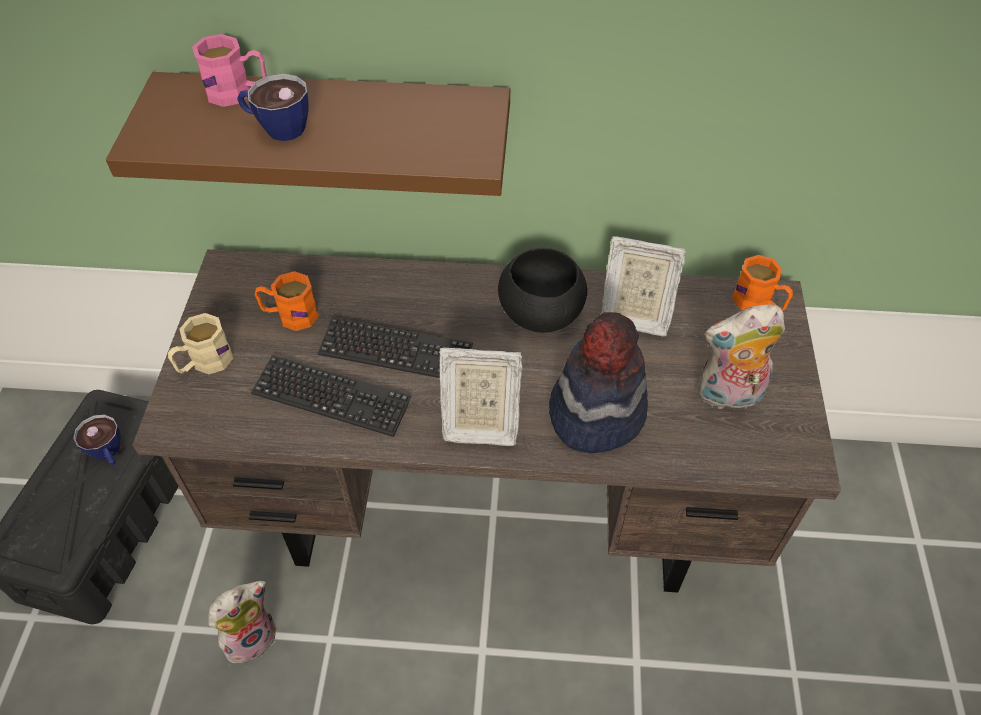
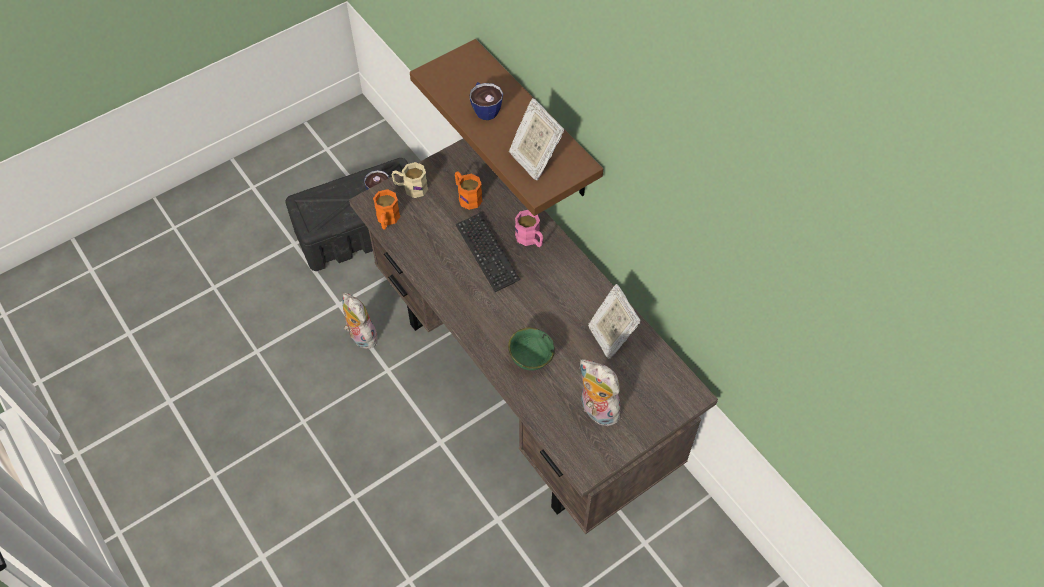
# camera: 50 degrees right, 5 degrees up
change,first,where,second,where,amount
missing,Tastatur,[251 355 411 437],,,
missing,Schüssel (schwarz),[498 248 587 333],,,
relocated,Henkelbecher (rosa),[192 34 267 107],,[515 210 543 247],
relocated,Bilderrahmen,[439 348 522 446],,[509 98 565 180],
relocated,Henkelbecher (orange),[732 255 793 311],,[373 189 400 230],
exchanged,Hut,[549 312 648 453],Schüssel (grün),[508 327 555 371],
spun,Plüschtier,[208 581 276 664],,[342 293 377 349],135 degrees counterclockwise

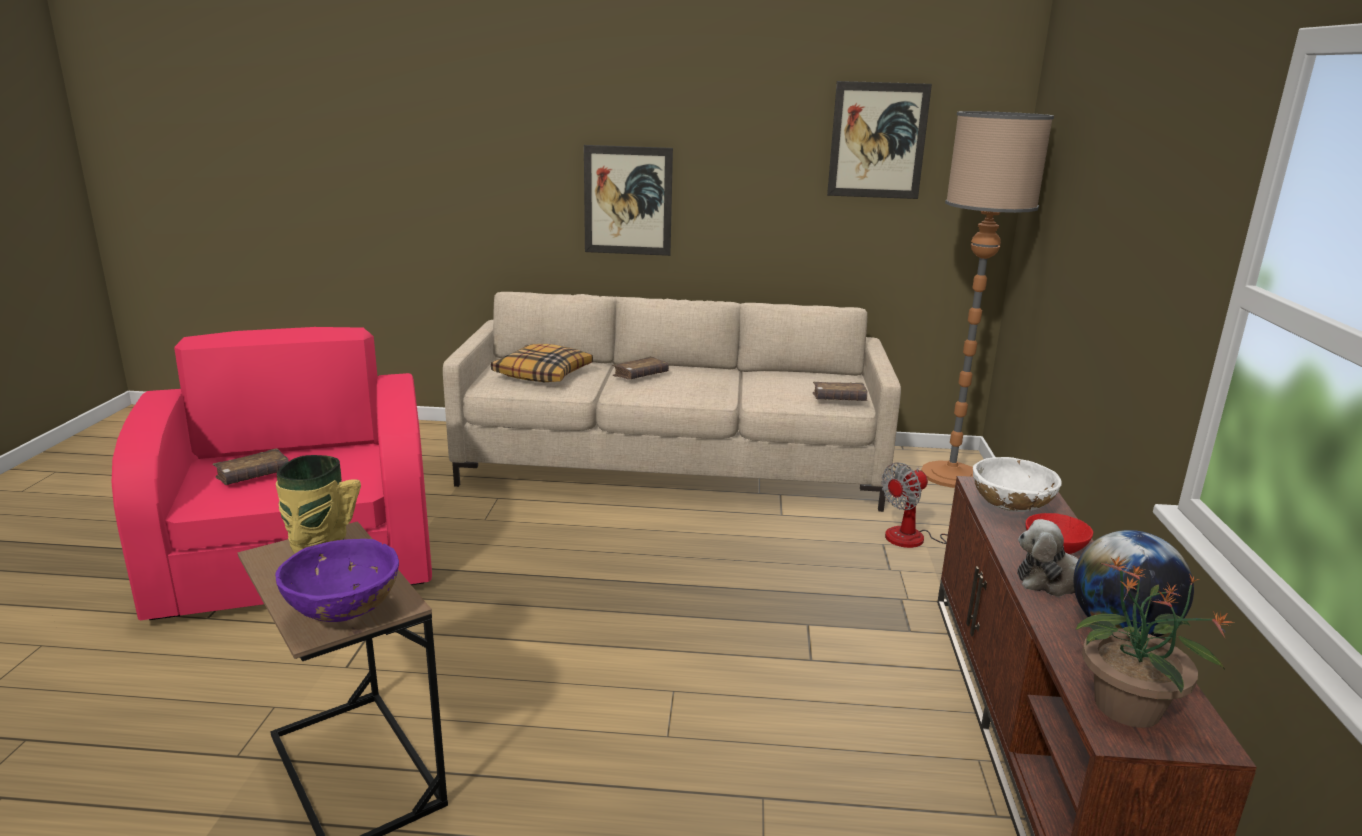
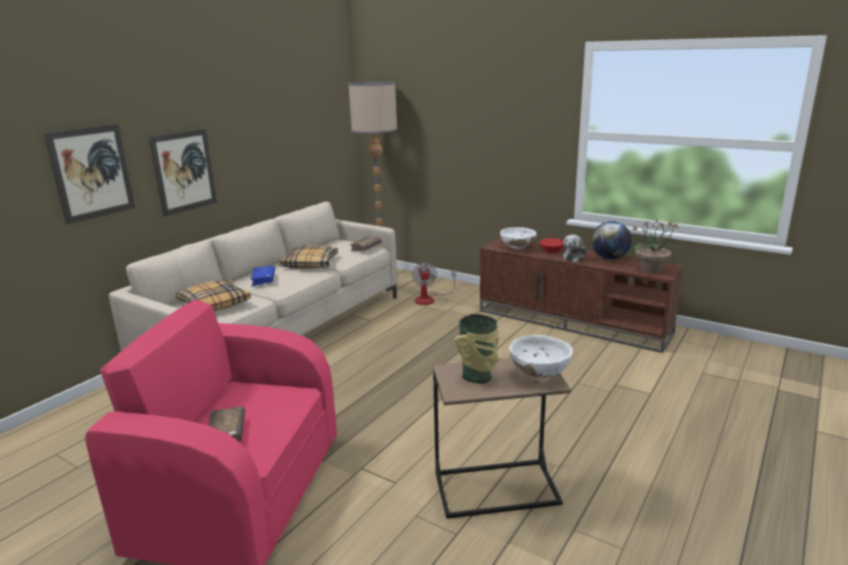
# camera: 60 degrees left, 0 degrees up
change,first,where,second,where,amount
appeared,,,Kissen,[280 245 338 269],
relocated,Bild,[827 81 932 199],,[44 124 135 224],
colour,Schüssel (lila),[275 539 399 622],Schüssel (weiß),[509 335 573 378],
colour,Buch (braun),[612 356 669 380],Buch (blau),[250 266 275 287],

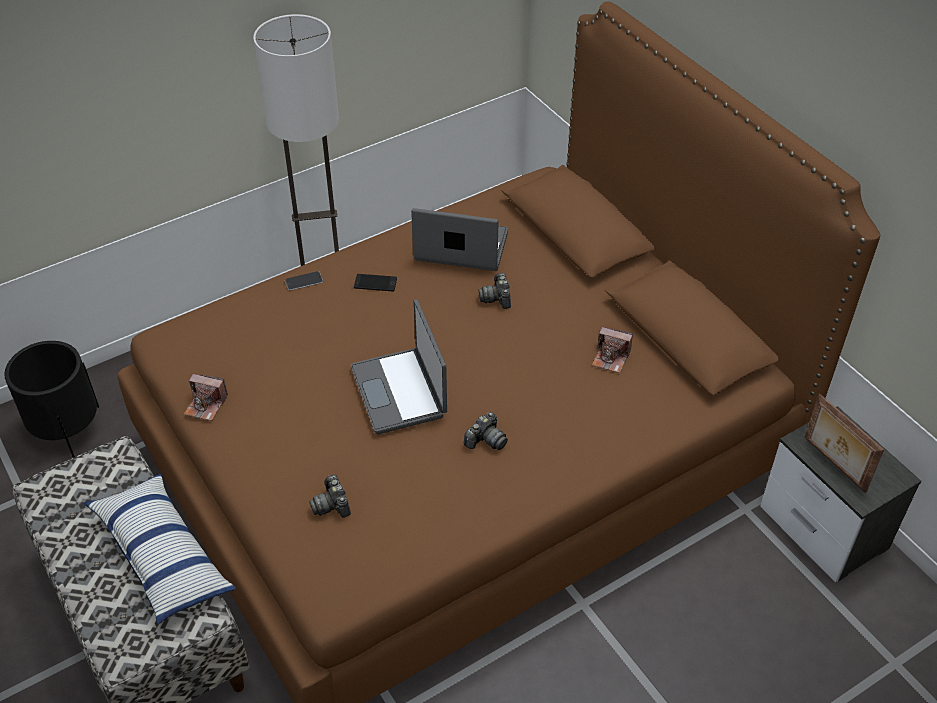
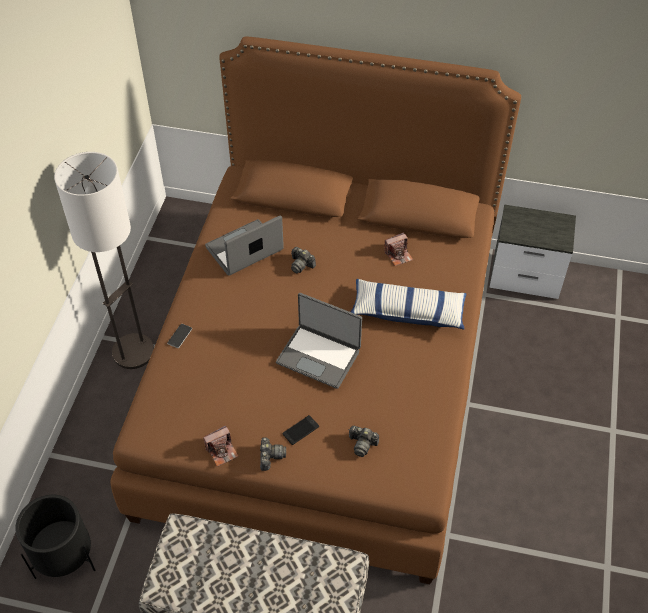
# camera: 45 degrees left, 5 degrees up
change,first,where,second,where,amount
missing,Bilderrahmen,[804 394 884 493],,,
relocated,Kissen,[84 474 236 624],,[351 279 467 329],
relocated,Handy,[354 274 397 292],,[283 415 319 445],
relocated,Kamera,[464 412 508 450],,[260 437 286 471],

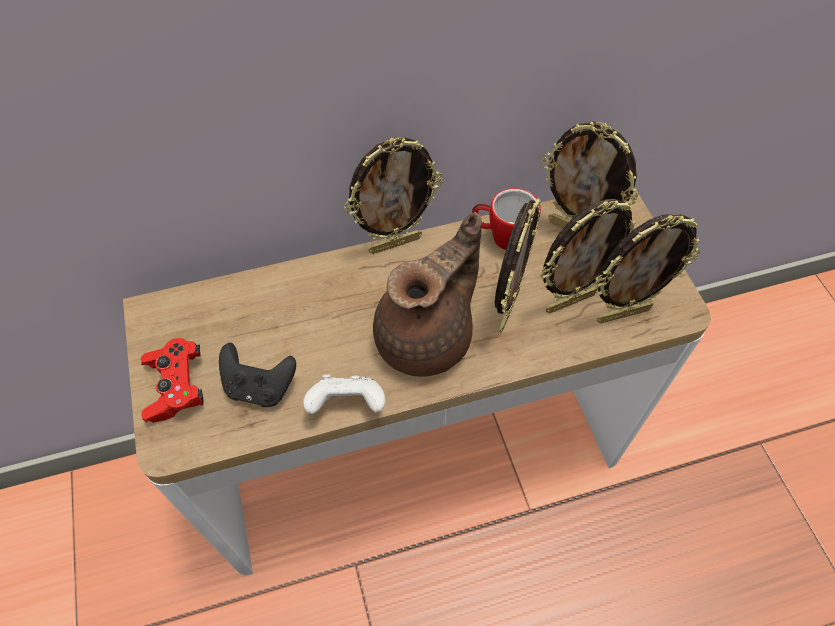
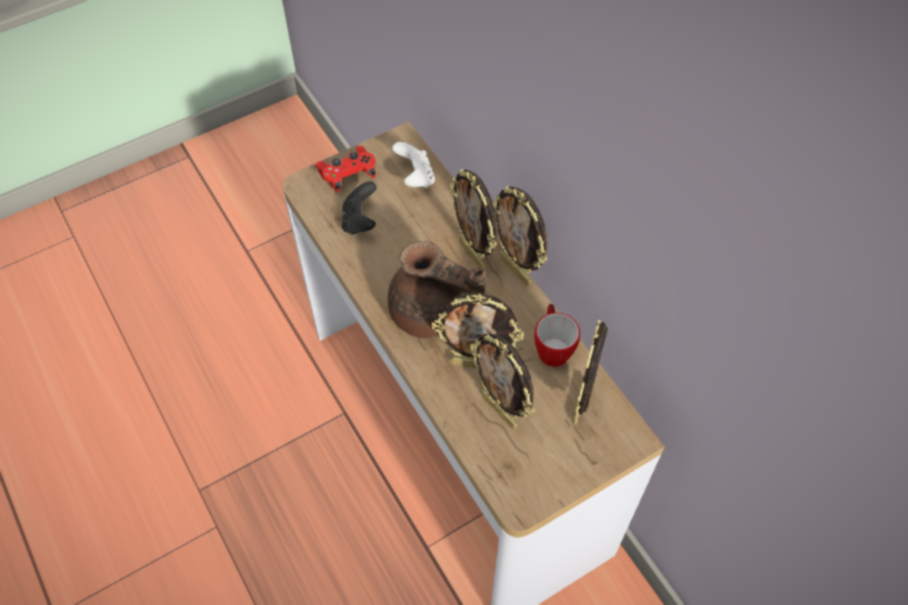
# camera: 75 degrees right, 0 degrees up
change,first,where,second,where,amount
relocated,Gamepad (weiß),[303 374 386 414],,[392 142 435 188],
relocated,Bilderrahmen,[595 214 700 323],,[449 169 498 270],

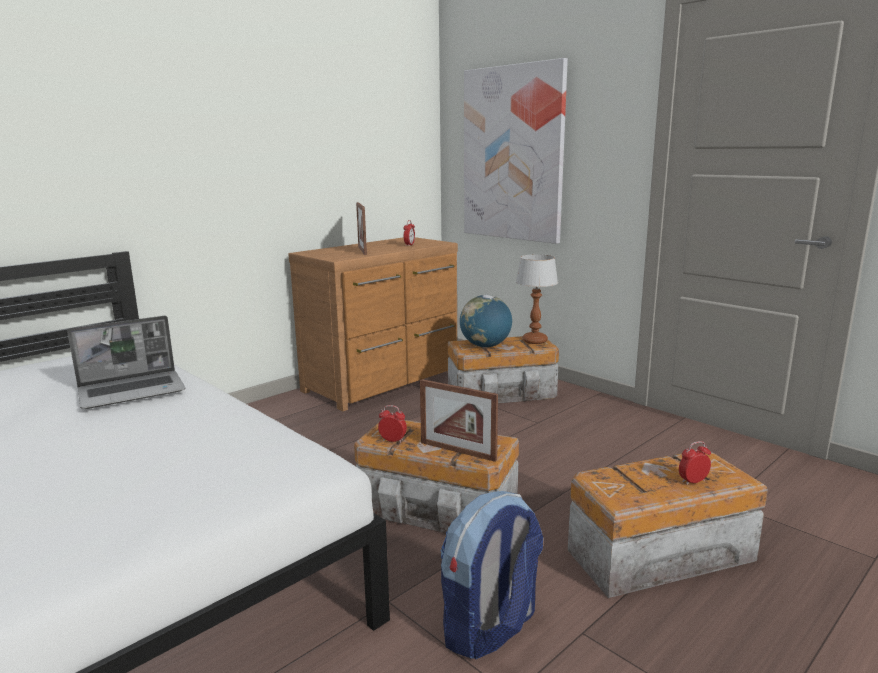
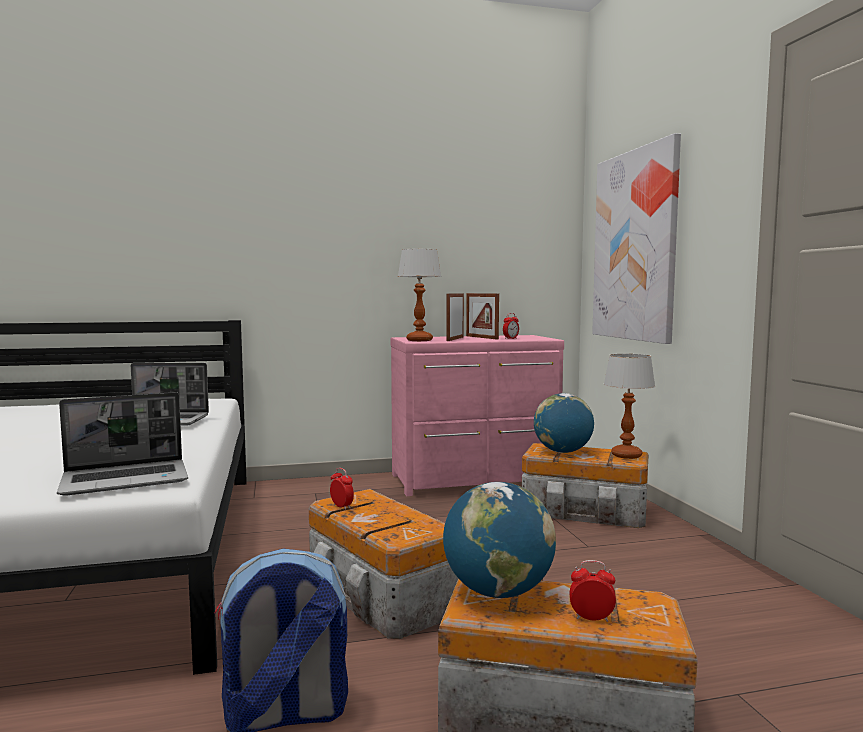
# camera: 30 degrees right, 10 degrees down
change,first,where,second,where,amount
appeared,,,Laptop,[57 392 188 496],
appeared,,,Tischlampe,[398 249 441 341],
appeared,,,Globus,[443 482 556 598],
relocated,Bilderrahmen,[420 379 498 462],,[466 293 499 340],
colour,Kommode (braun),[288 237 458 411],Kommode (rosa),[391 335 564 496],

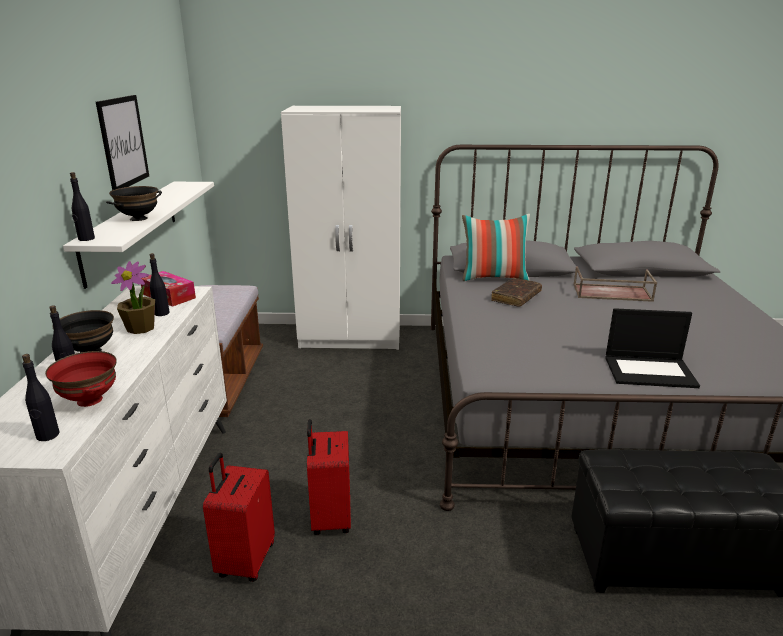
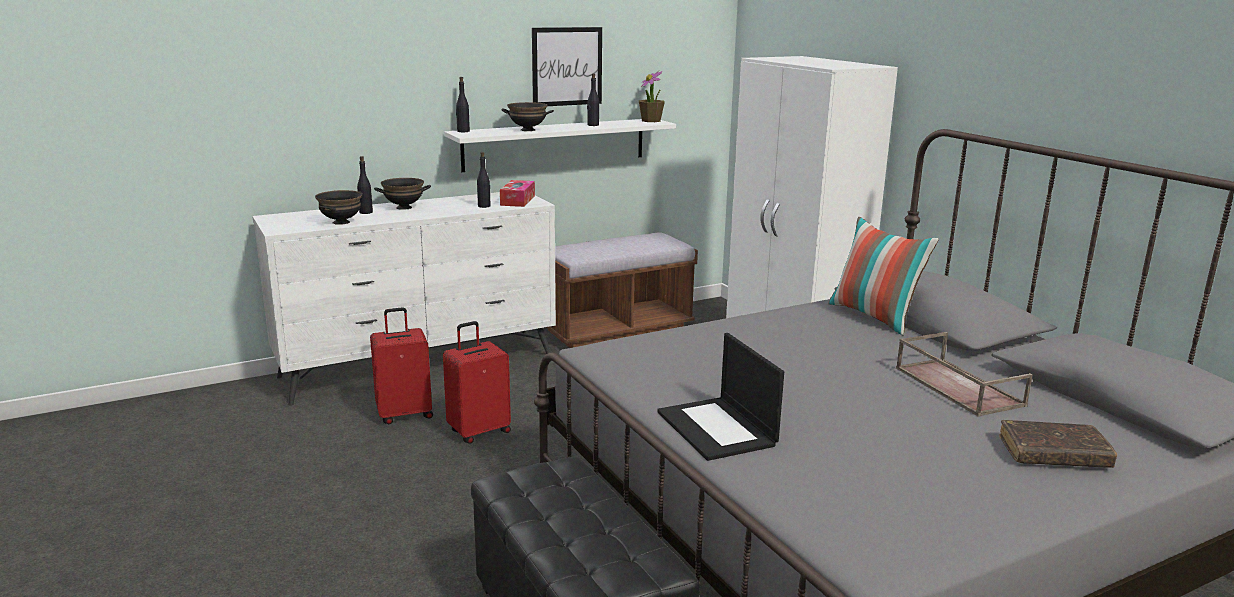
# camera: 60 degrees right, 5 degrees down
change,first,where,second,where,amount
relocated,Flasche (schwarz),[22 354 60 441],,[587 73 599 126],
relocated,Topfpflanze,[111 261 155 334],,[639 71 665 122],
relocated,Buch (braun),[491 278 542 307],,[999 420 1117 468],
colour,Schüssel (rot),[45 351 117 407],Schüssel (schwarz),[315 190 362 225],

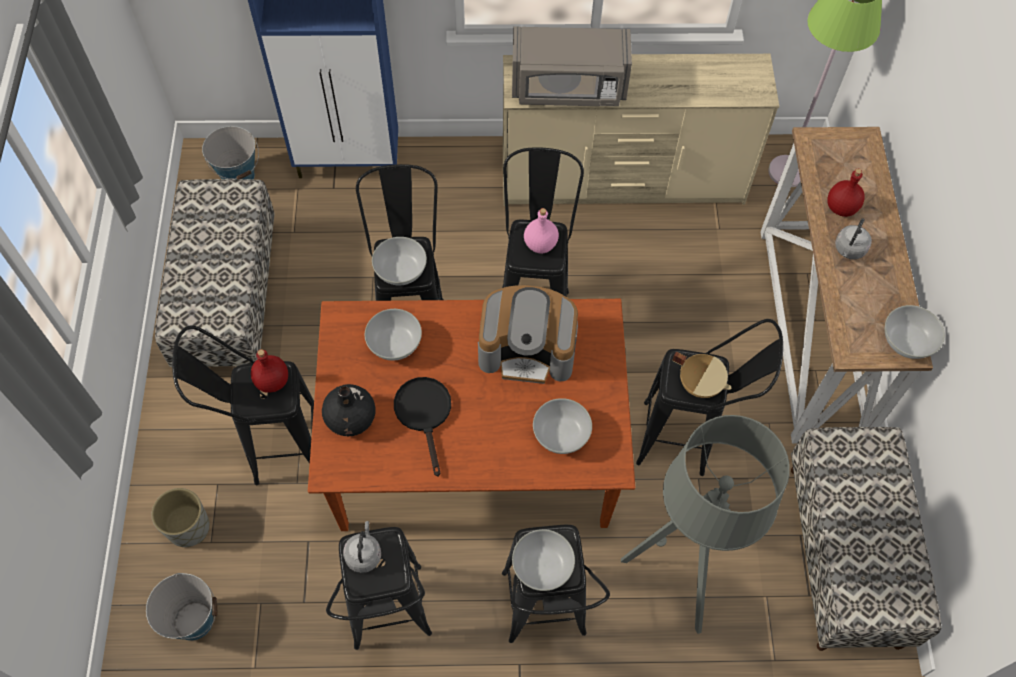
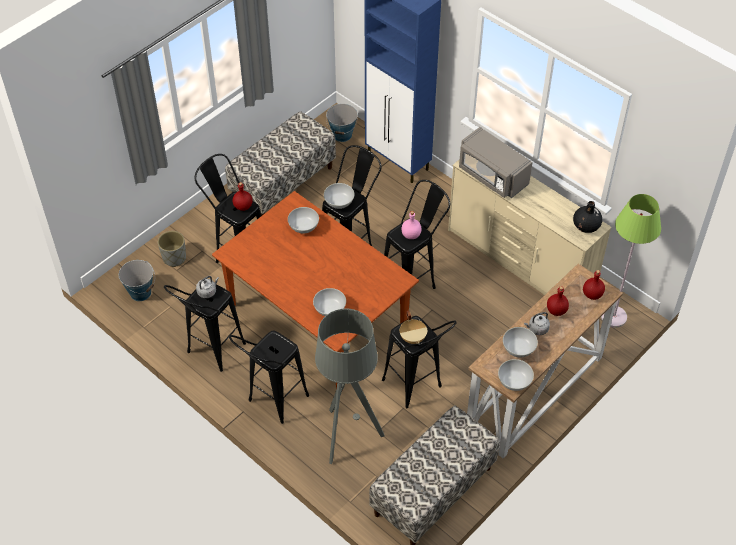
# camera: 45 degrees right, 10 degrees down
change,first,where,second,where,amount
missing,Pfanne (schwarz),[394 377 451 477],,,
missing,Kaffeemaschine,[478 285 578 384],,,
appeared,,,Flasche (rot),[583 270 605 300],
relocated,Vase (schwarz),[322 384 376 436],,[573 201 602 233],
relocated,Schüssel (weiß),[512 529 575 591],,[503 327 538 357],

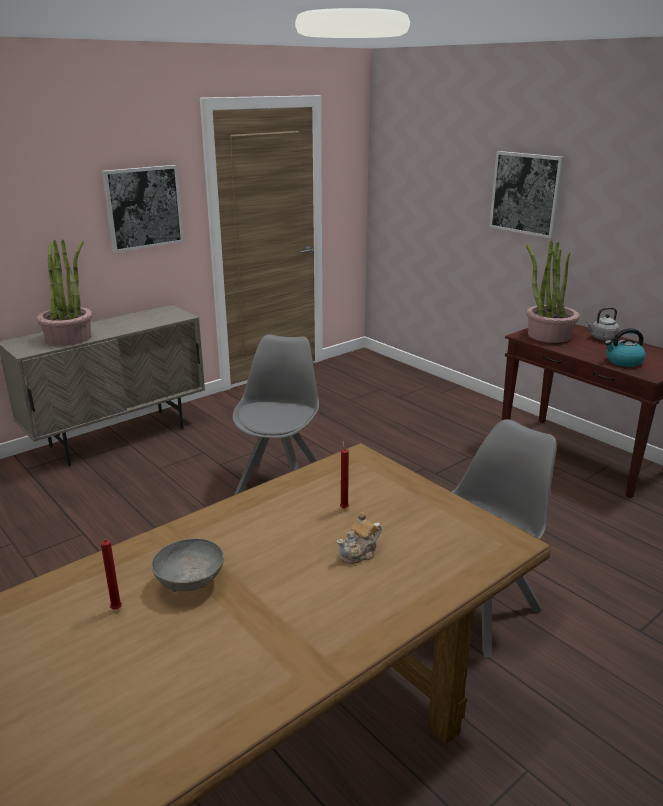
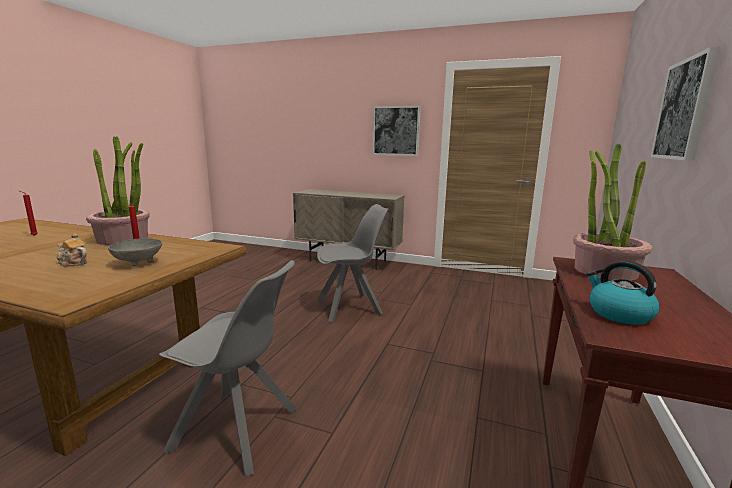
# camera: 60 degrees right, 10 degrees down
change,first,where,second,where,amount
missing,Wasserkessel (grau),[586 307 620 340],,,
relocated,Topfpflanze,[37 239 92 346],,[86 136 150 245],
relocated,Schüssel (grau),[151 539 224 592],,[108 238 162 266],

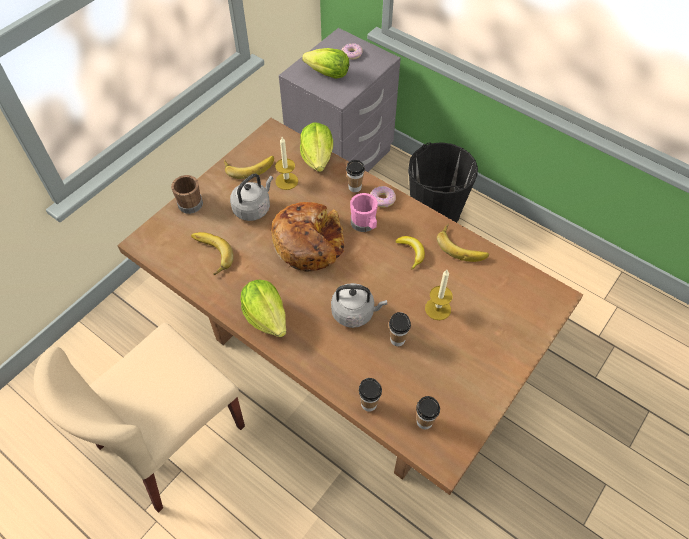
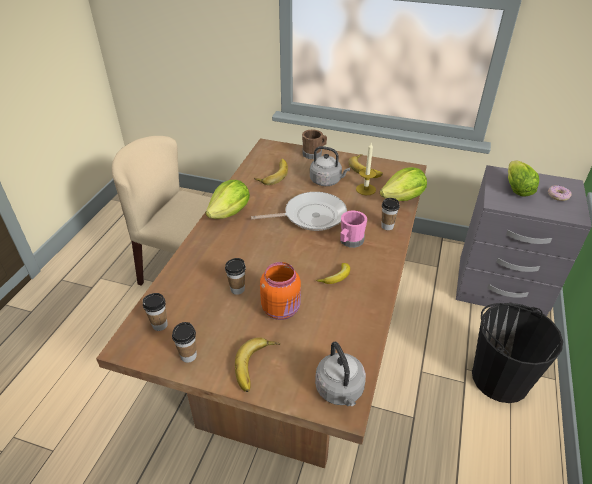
# camera: 70 degrees right, 15 degrees down
change,first,where,second,where,amount
missing,Donut,[370 186 396 208],,,
relocated,Wasserkessel (grau),[331 283 387 328],,[315 342 366 406],
relocated,Tasse,[358 378 382 412],,[172 322 197 363],
relocated,Banane,[437 224 489 262],,[235 337 280 392],
exchanged,Brot,[271 202 345 272],Pfanne,[251 192 347 231],
exchanged,Kerze,[425 270 453 320],Vorratsglas (orange),[260 262 301 320],

